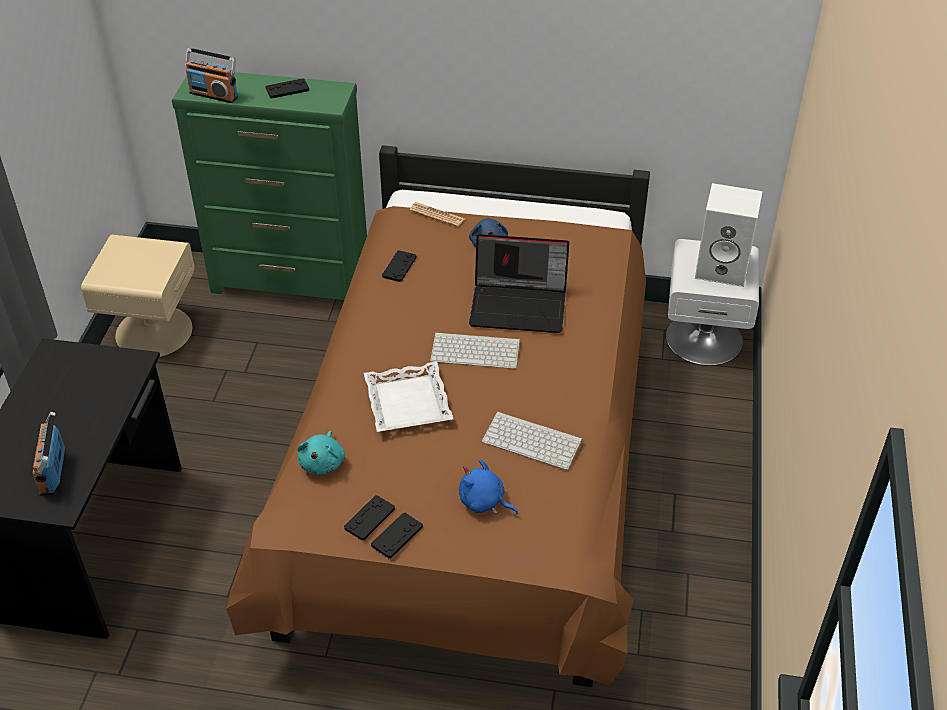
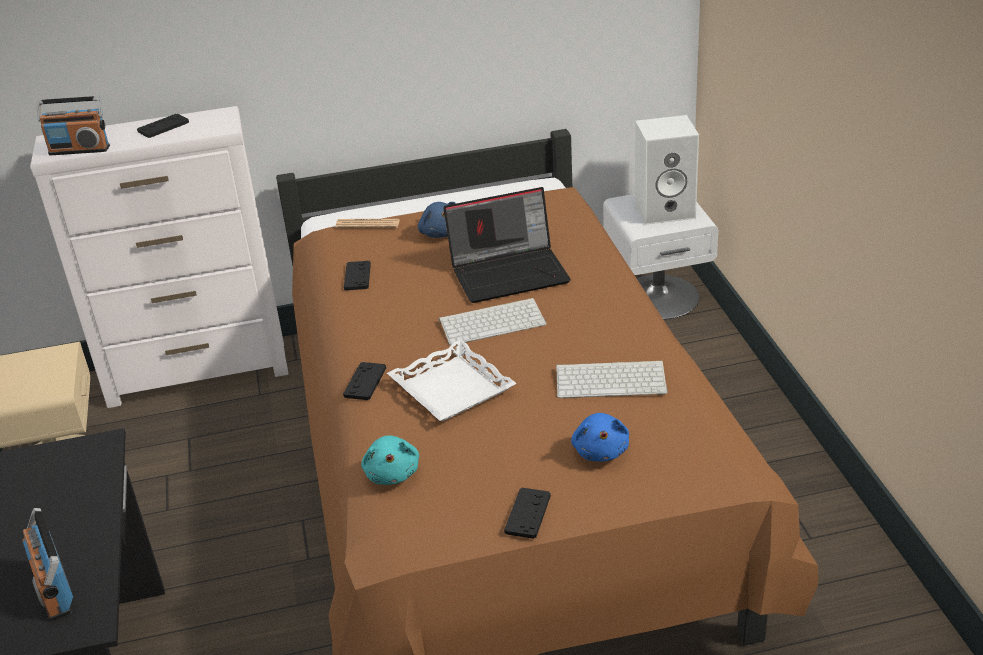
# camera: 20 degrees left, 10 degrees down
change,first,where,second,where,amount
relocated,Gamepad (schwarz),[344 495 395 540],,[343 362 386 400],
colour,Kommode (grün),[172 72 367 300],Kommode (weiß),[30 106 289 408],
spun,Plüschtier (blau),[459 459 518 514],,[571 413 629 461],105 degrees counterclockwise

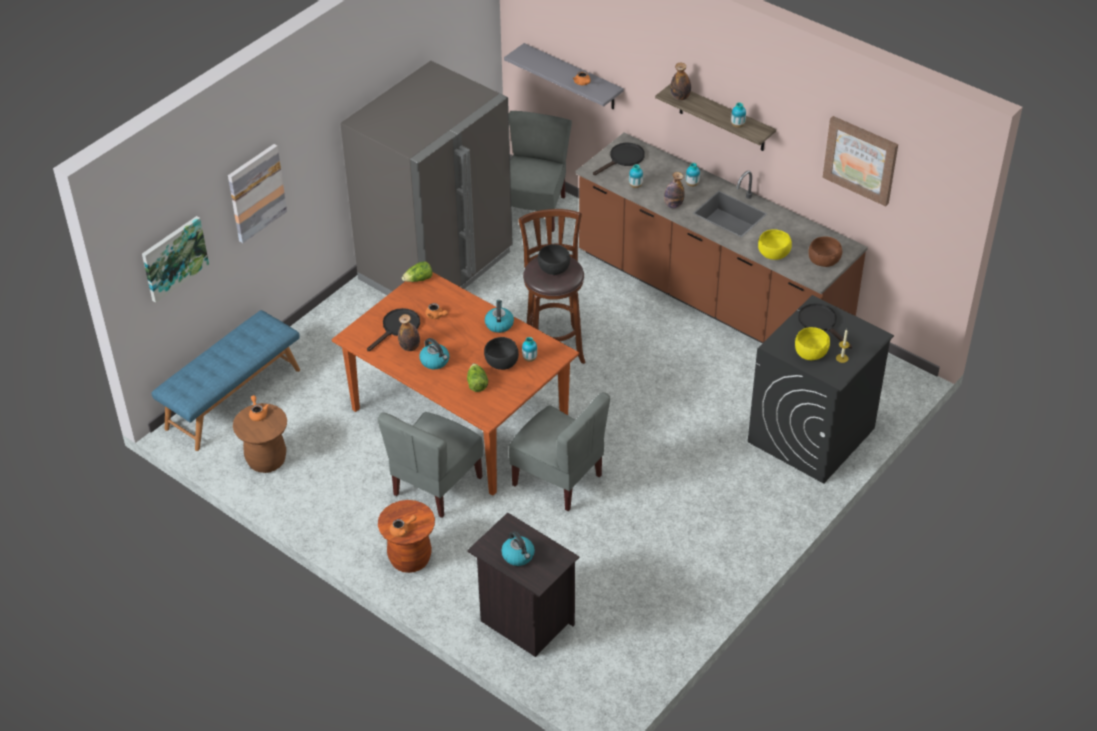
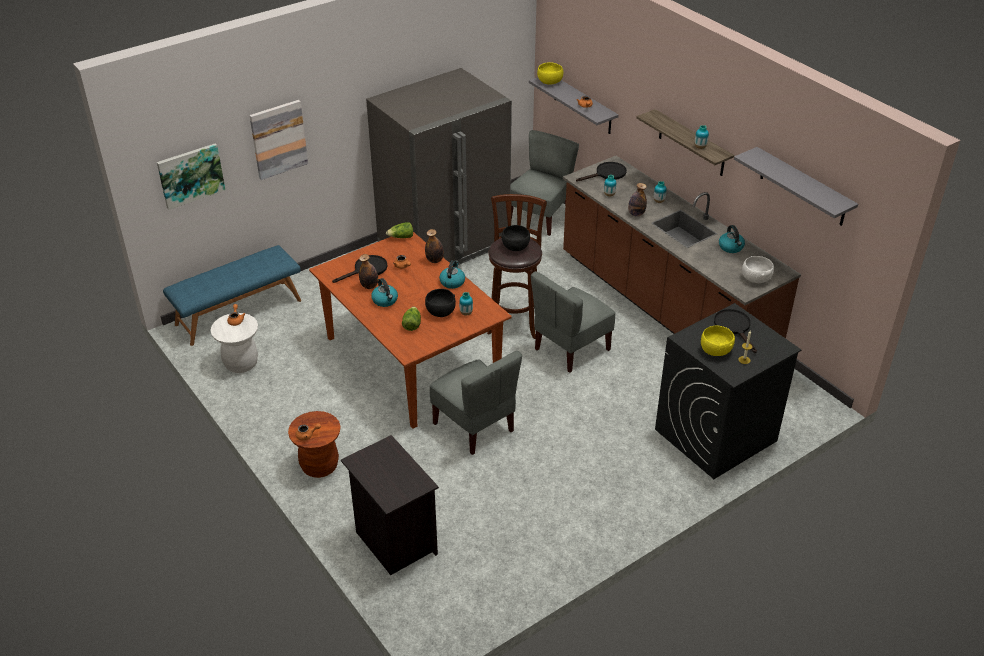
# camera: 15 degrees right, 5 degrees down
change,first,where,second,where,amount
relocated,Stuhl (grau),[377 412 483 518],,[531 271 615 373],
relocated,Wasserkessel,[501 531 535 566],,[719 225 745 253],
relocated,Flasche,[671 63 691 100],,[425 229 444 263],
relocated,Schüssel (gelb),[758 229 792 260],,[537 62 563 85],
exchanged,Bild,[822 116 898 206],Wandregal (grau),[734 147 858 226],
colour,Hocker (braun),[233 403 287 473],Hocker (weiß),[210 313 258 373],
colour,Schüssel (braun),[808 237 842 267],Schüssel (weiß),[742 256 774 283],

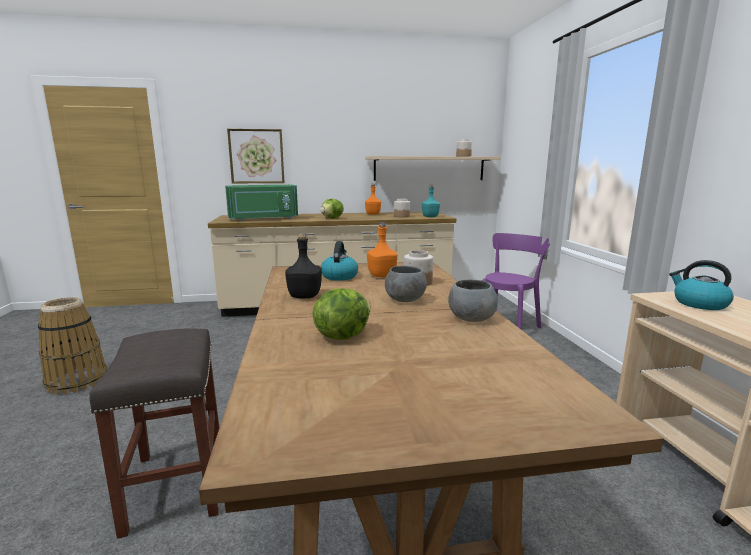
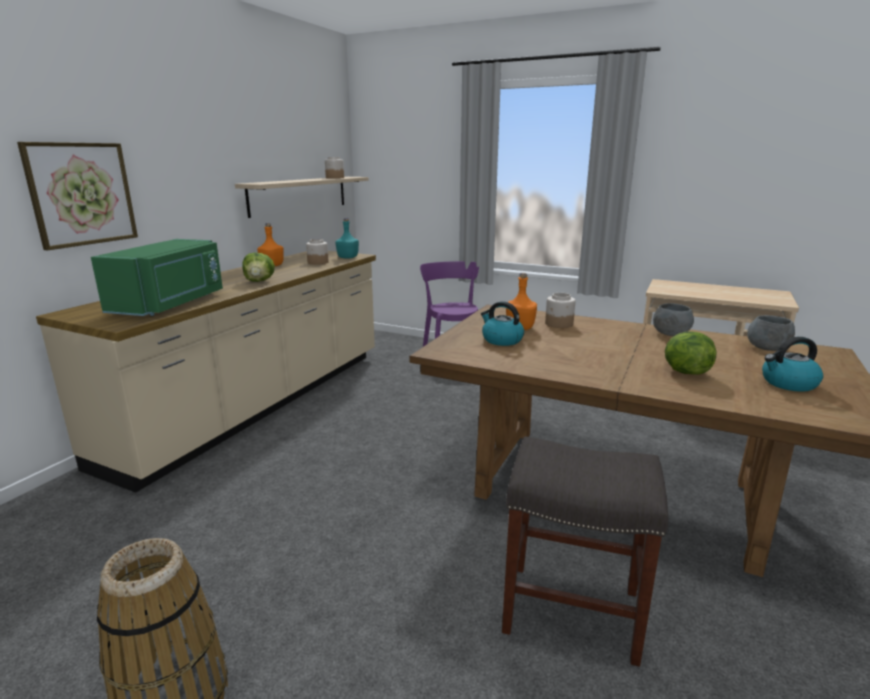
# camera: 55 degrees left, 5 degrees up
change,first,where,second,where,amount
missing,Flasche (schwarz),[285 234 322 298],,,
relocated,Schüssel (grau),[385 266 427 302],,[747 315 795 351],
relocated,Wasserkessel,[669 260 734 310],,[762 337 823 392],

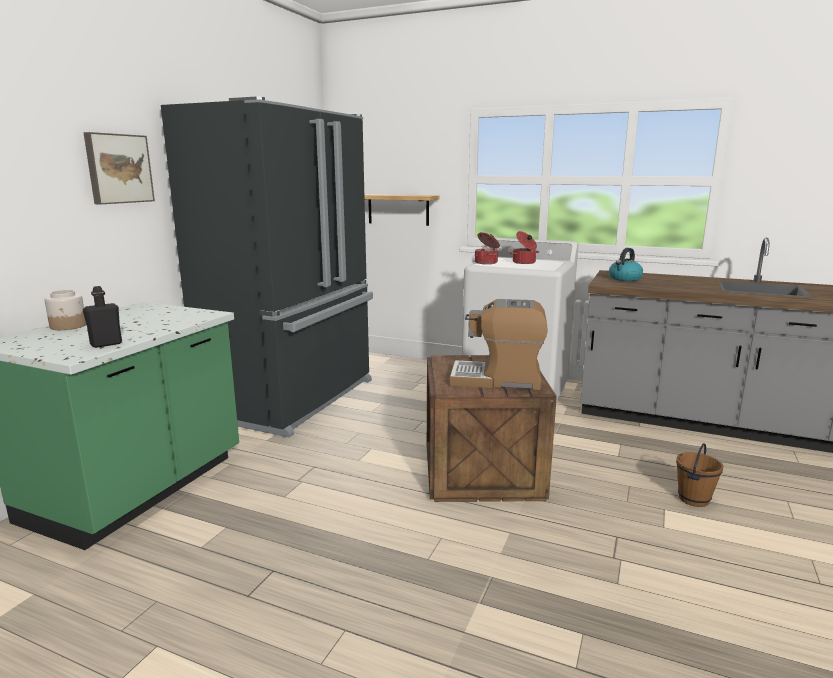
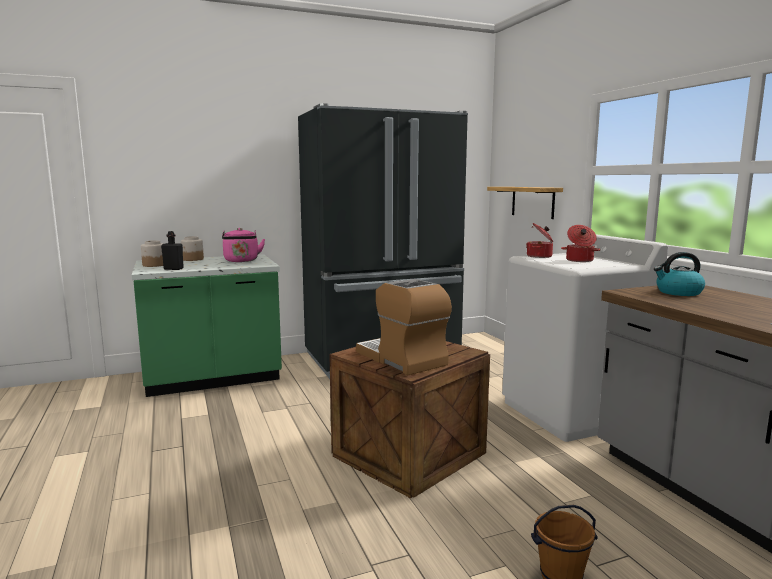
# camera: 45 degrees right, 5 degrees down
change,first,where,second,where,amount
missing,Bild,[83 132 155 205],,,
appeared,,,Vorratsglas,[141 240 163 267],
appeared,,,Wasserkessel (rosa),[222 228 265 262],

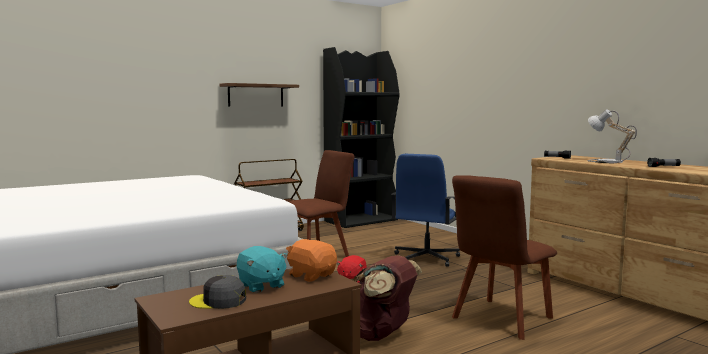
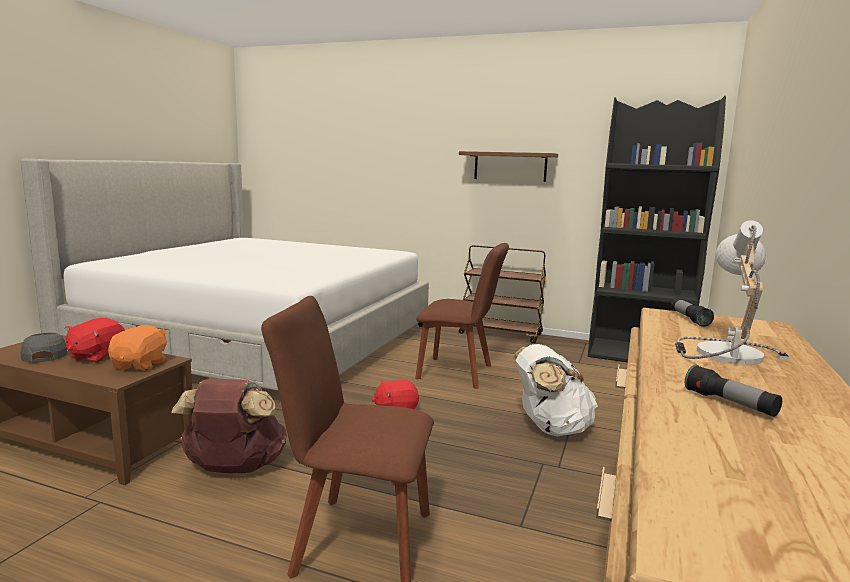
# camera: 55 degrees right, 5 degrees up
change,first,where,second,where,amount
exchanged,Bürostuhl (blau),[391 154 460 267],Rucksack (weiß),[514 344 598 437],
colour,Plüschtier (türkis),[236 246 288 293],Plüschtier (rot),[65 318 125 364],

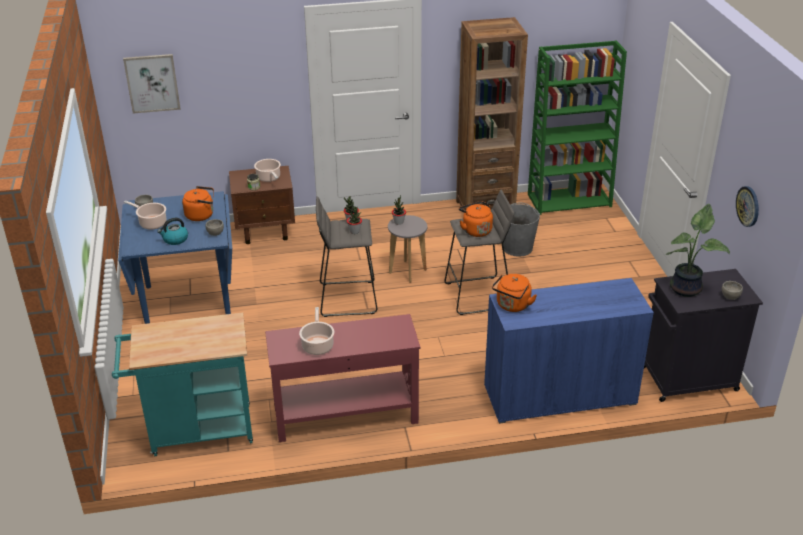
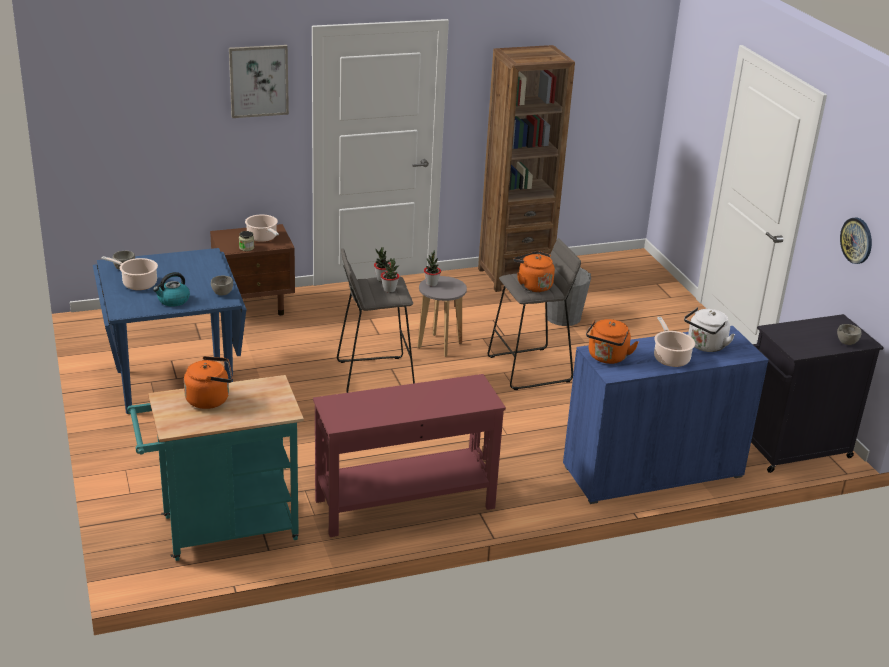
# camera: 10 degrees left, 5 degrees down
change,first,where,second,where,amount
missing,Bücherregal (grün),[528 40 627 215],,,
missing,Topfpflanze,[665 204 730 297],,,
appeared,,,Wasserkessel (weiß),[684 307 735 352],
relocated,Bild,[123 54 181 114],,[229 45 289 118],
relocated,Wasserkessel (orange),[182 186 214 221],,[184 356 233 409],
relocated,Kochtopf,[299 307 334 355],,[654 317 695 367],

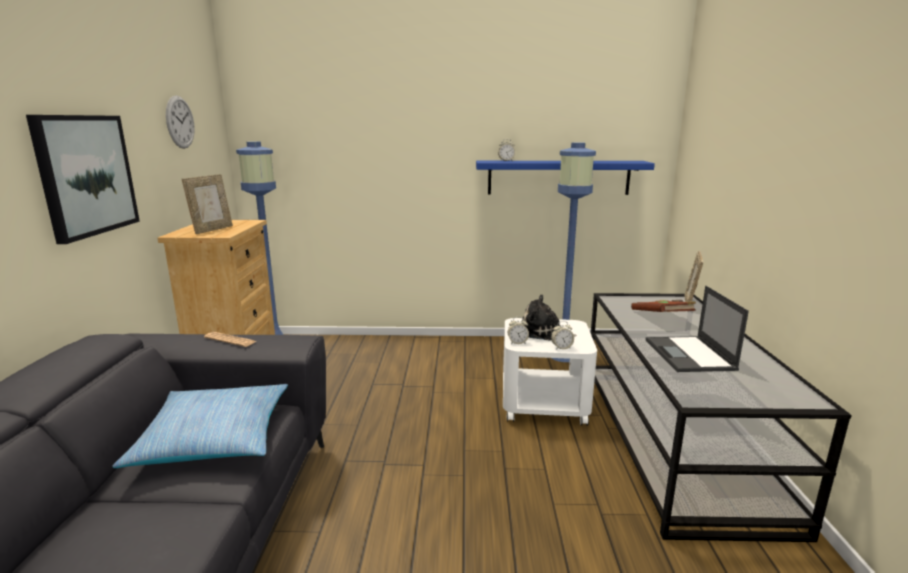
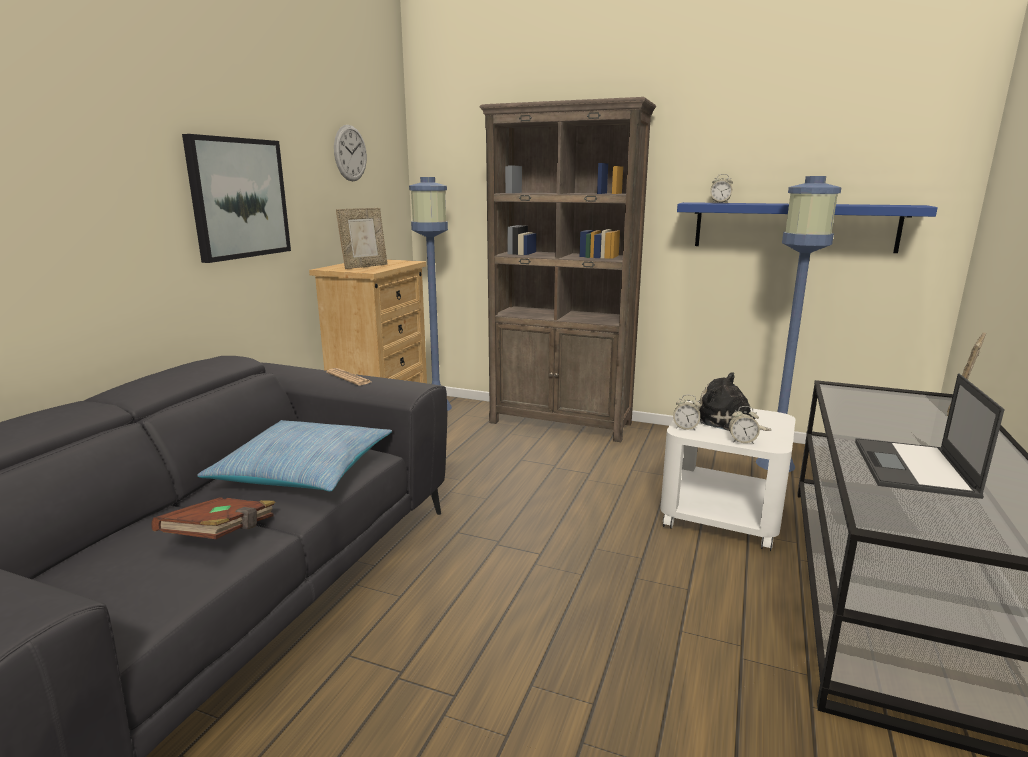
# camera: 20 degrees right, 0 degrees up
change,first,where,second,where,amount
appeared,,,Bücherregal (braun),[479 97 656 442],
relocated,Buch (braun),[631 300 696 312],,[151 497 276 539],

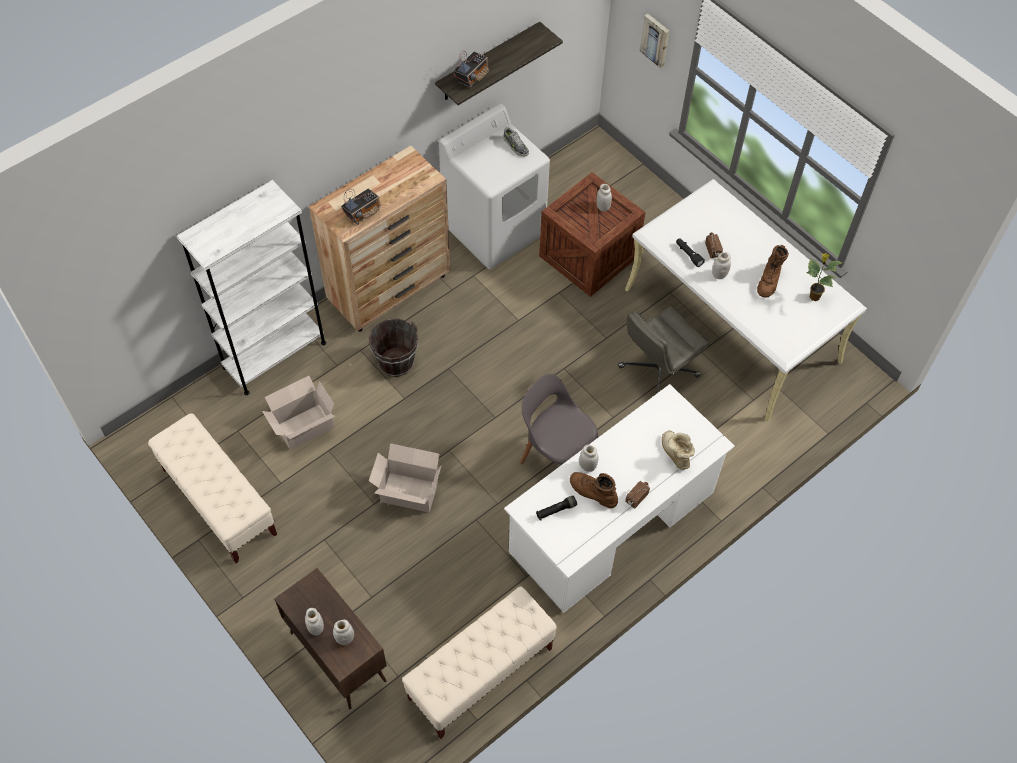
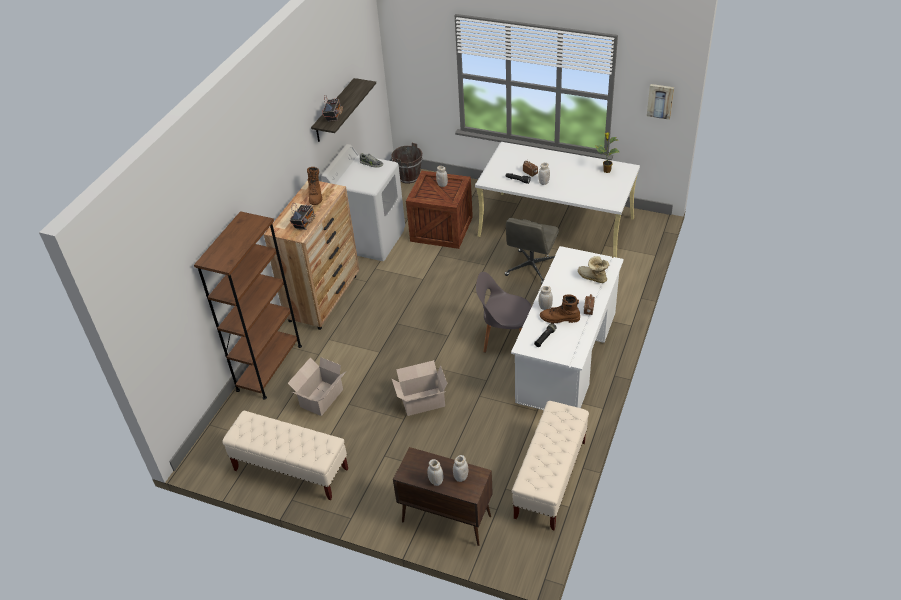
# camera: 25 degrees left, 15 degrees down
change,first,where,second,where,amount
relocated,Eimer (braun),[368 318 418 377],,[391 143 422 184],
relocated,Bild,[640 14 670 68],,[647 84 674 120],
relocated,Stiefel (braun),[757 245 789 298],,[307 167 322 205],
colour,Bücherregal (weiß),[177 180 326 395],Bücherregal (braun),[194 211 302 400],

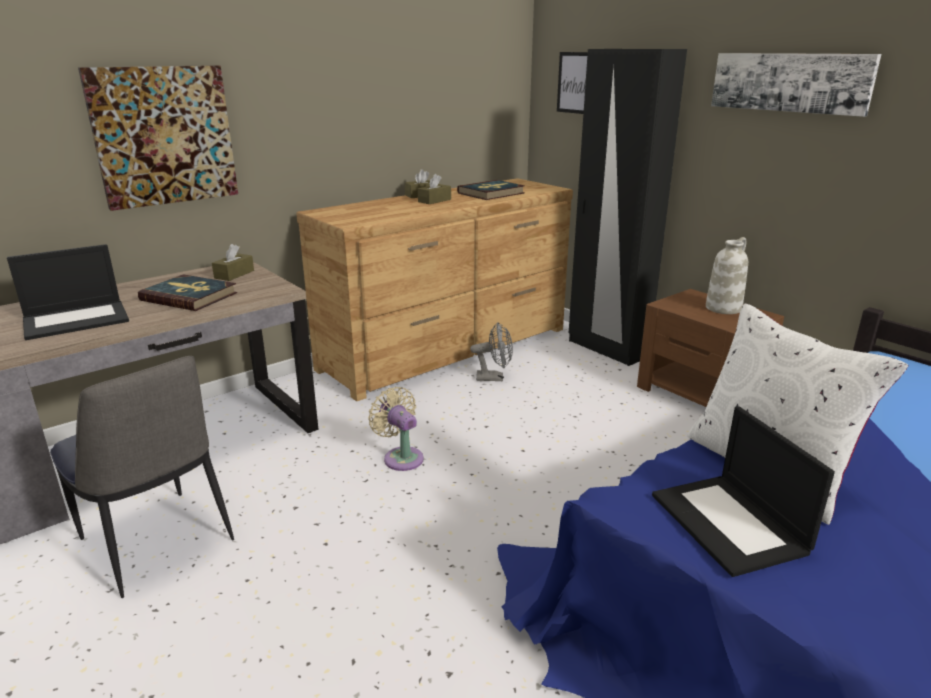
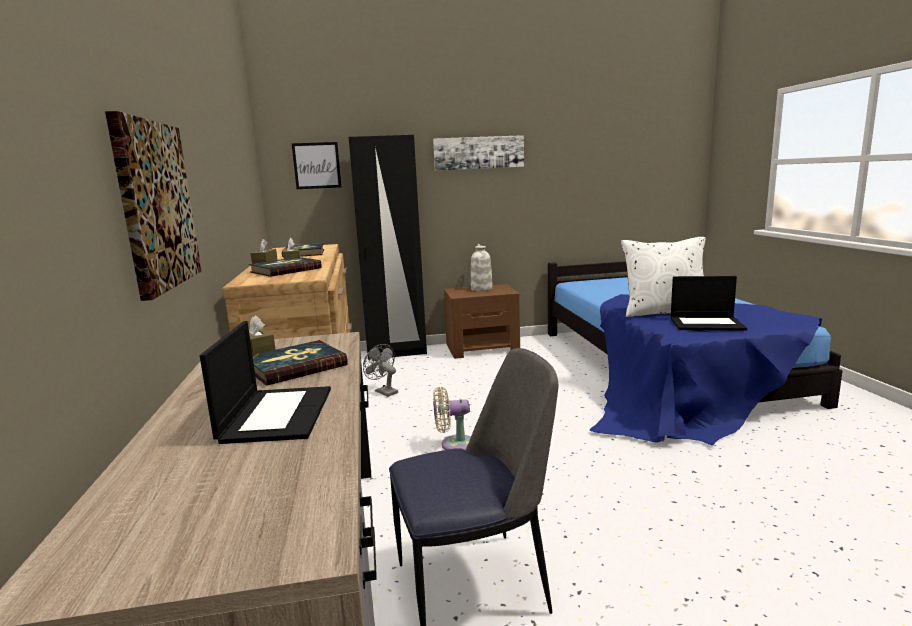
# camera: 60 degrees left, 10 degrees down
change,first,where,second,where,amount
appeared,,,Buch,[249 257 322 277],
spun,Ventilator (grau),[470 322 513 381],,[363 344 398 397],75 degrees counterclockwise

